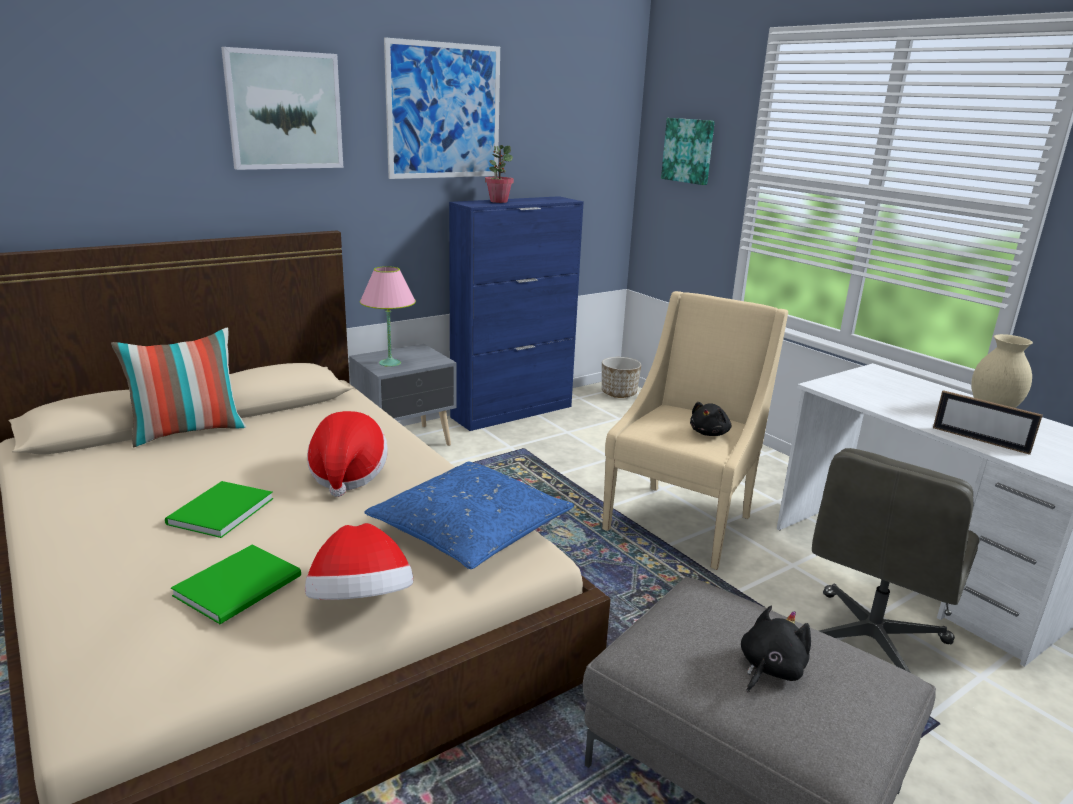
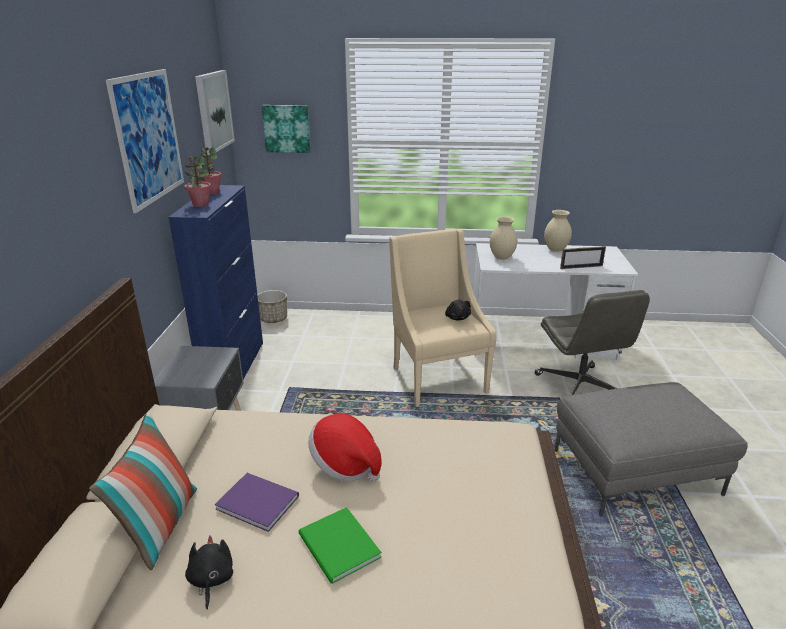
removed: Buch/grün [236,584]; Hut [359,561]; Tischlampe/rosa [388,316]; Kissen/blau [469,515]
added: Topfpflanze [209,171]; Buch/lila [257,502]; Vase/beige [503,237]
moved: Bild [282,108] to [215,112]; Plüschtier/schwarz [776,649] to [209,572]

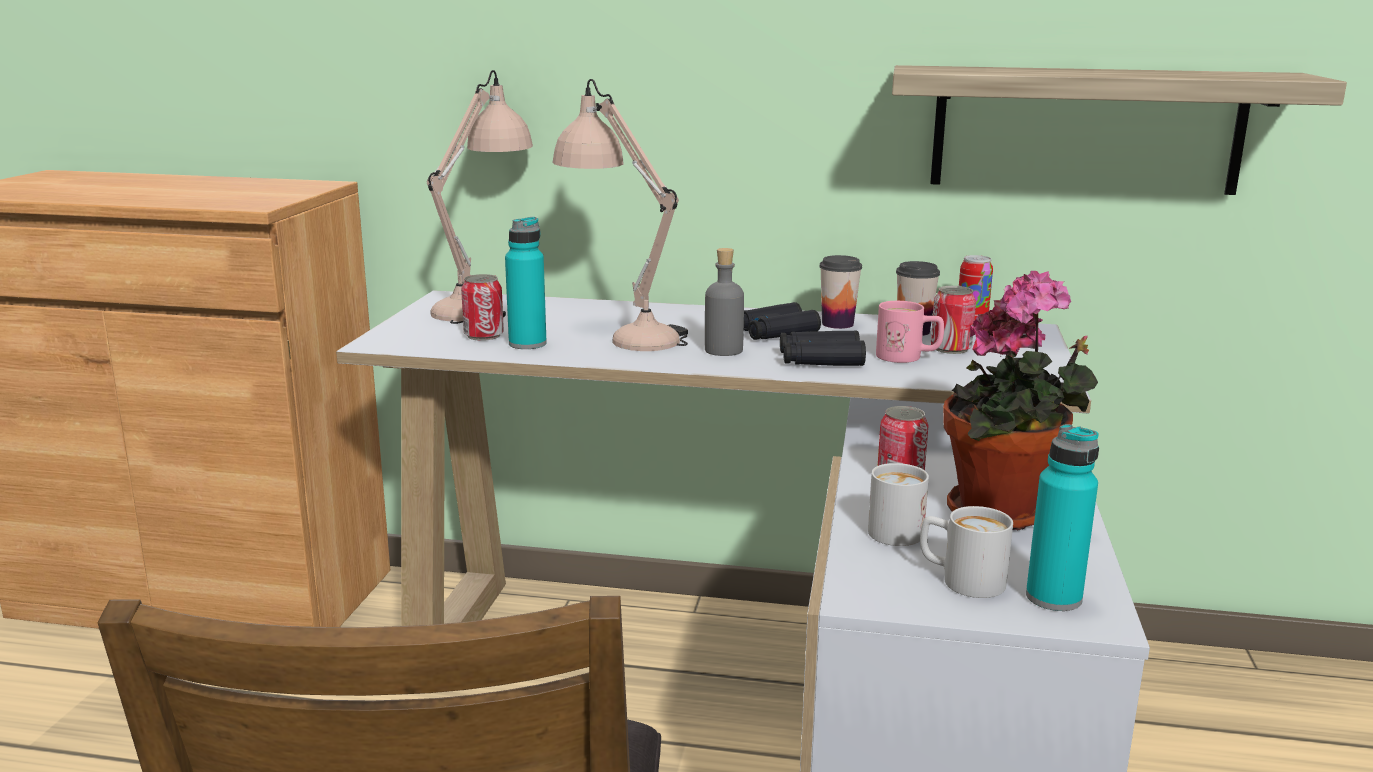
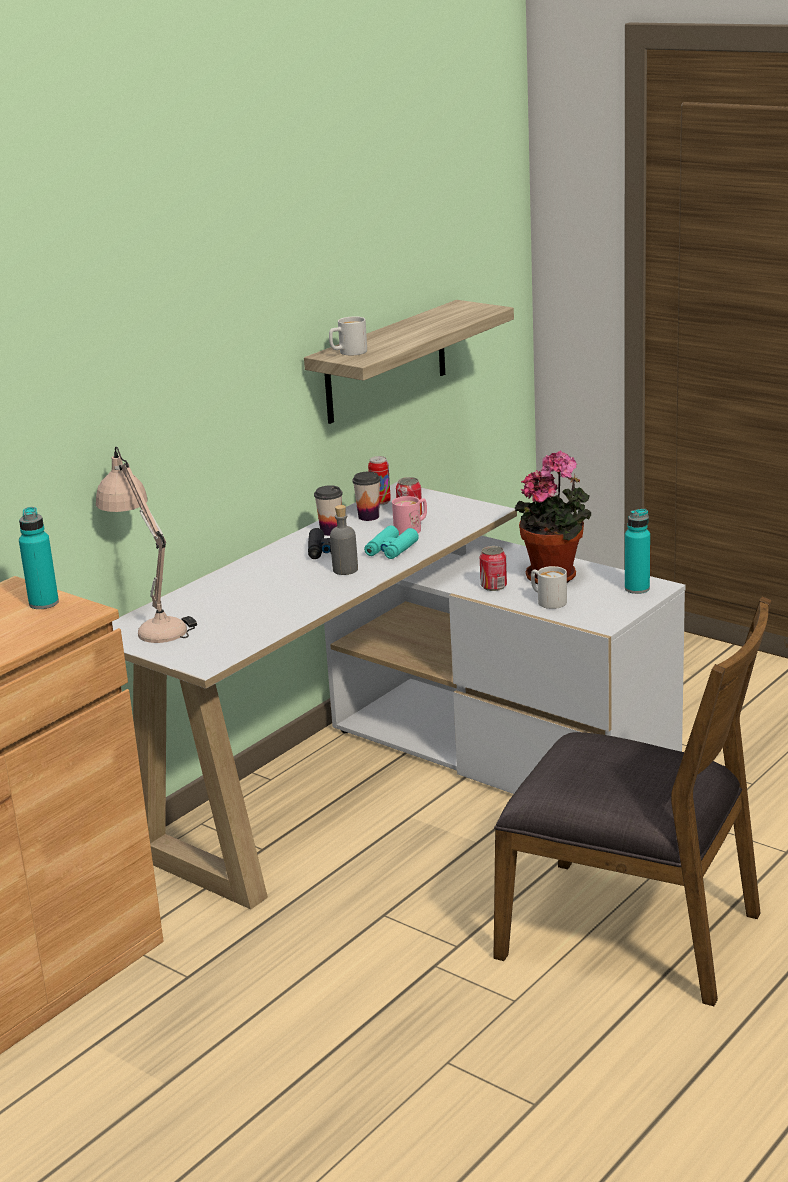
removed: Dose [482,307]; Tischlampe/beige [620,215]
moved: Flasche/türkis [526,283] to [39,558]; Henkelbecher/weiß [966,552] to [348,335]
recoloured: Fernglas/schwarz [823,348] to Fernglas/türkis [391,542]

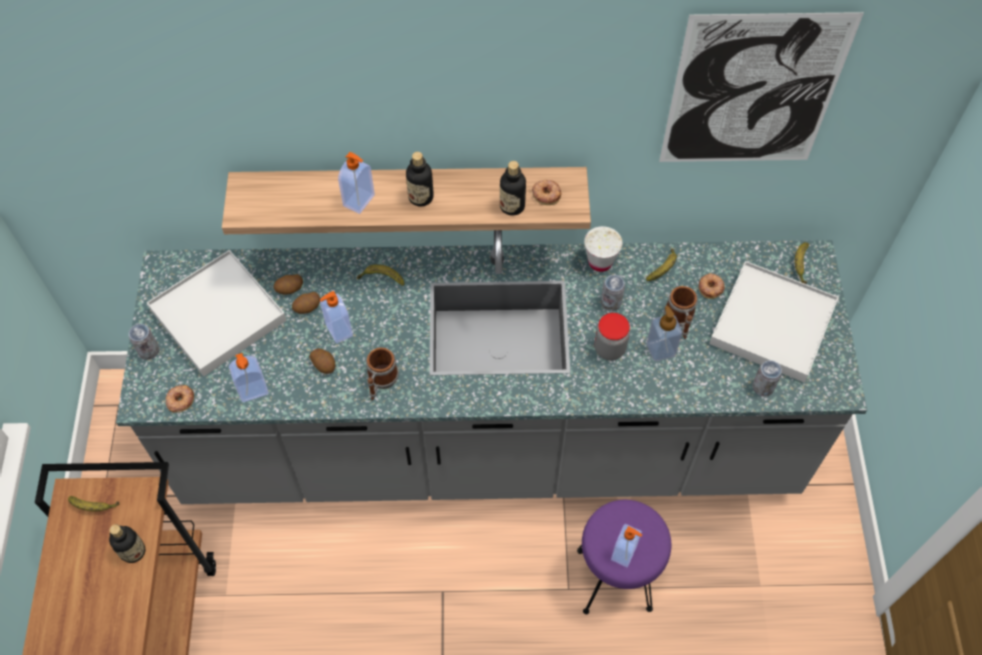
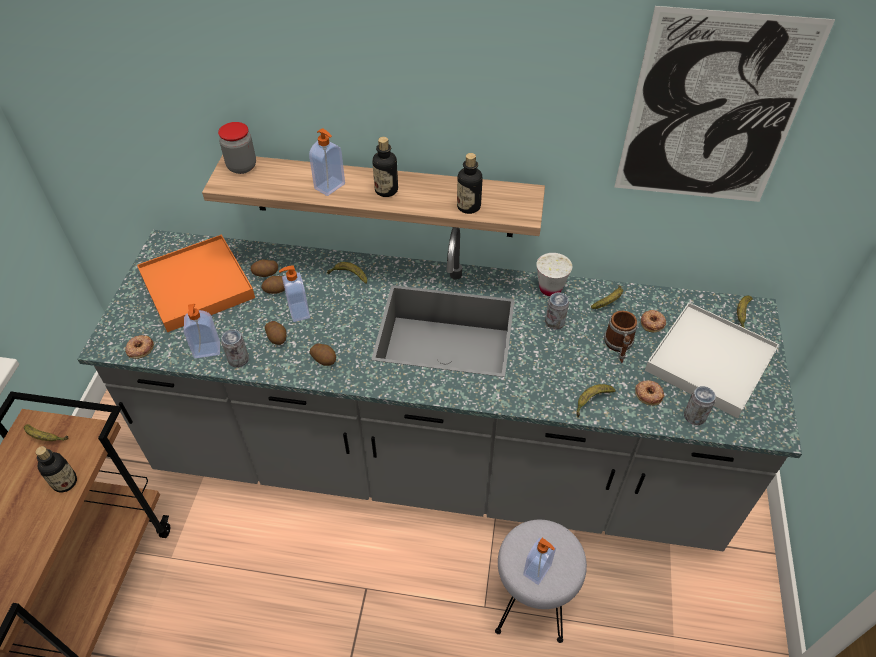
removed: Seifenspender [664,333]
added: Banane [595,400]
moved: Dose [144,342] to [235,348]; Donut [547,192] to [649,392]; Vorratsglas [612,336] to [237,148]
replaced: Henkelbecher [382,373] to Kartoffel [323,354]
recoloured: Tablett/weiß [216,313] to Tablett/orange [196,283]; Hocker/lila [624,557] to Hocker/grau [541,581]

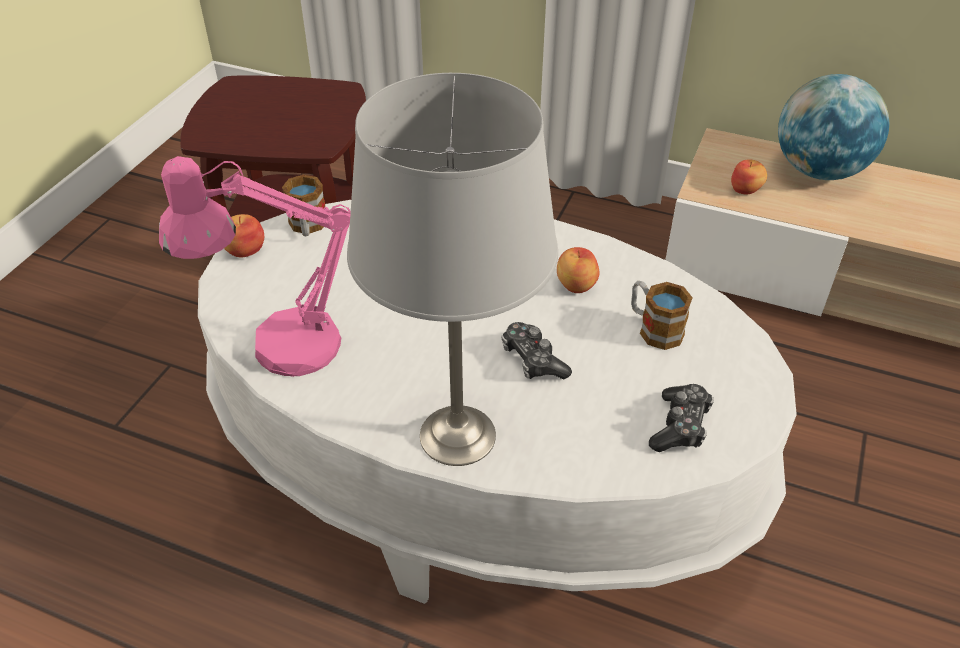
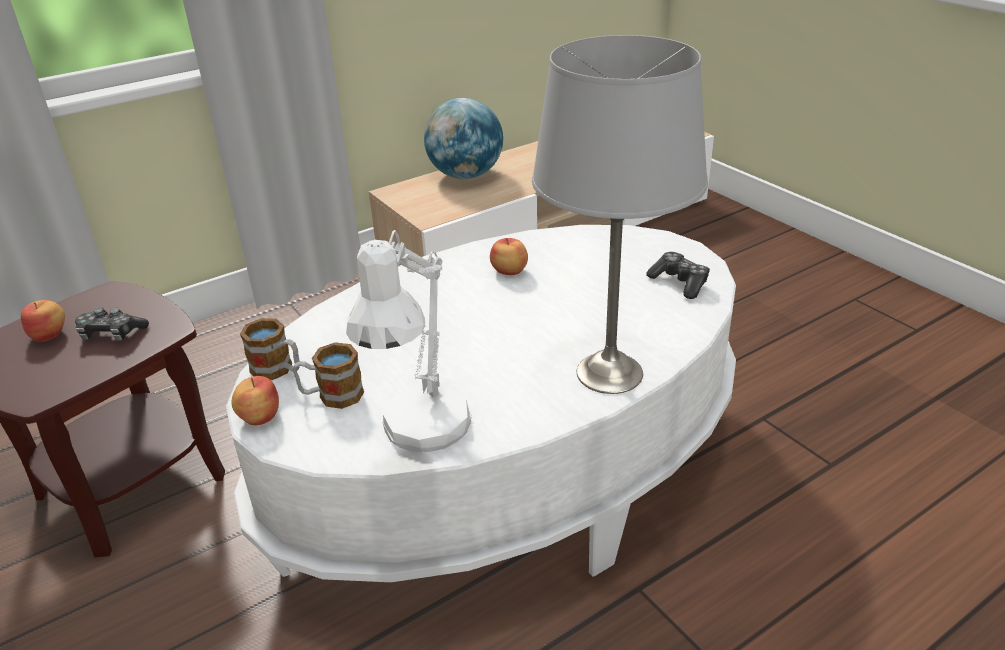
moved: Gamepad [537,350] to [112,324]; Henkelbecher [662,315] to [328,375]; Apfel [749,177] to [43,321]
recoloured: Tischlampe/rosa [255,266] to Tischlampe/weiß [409,341]

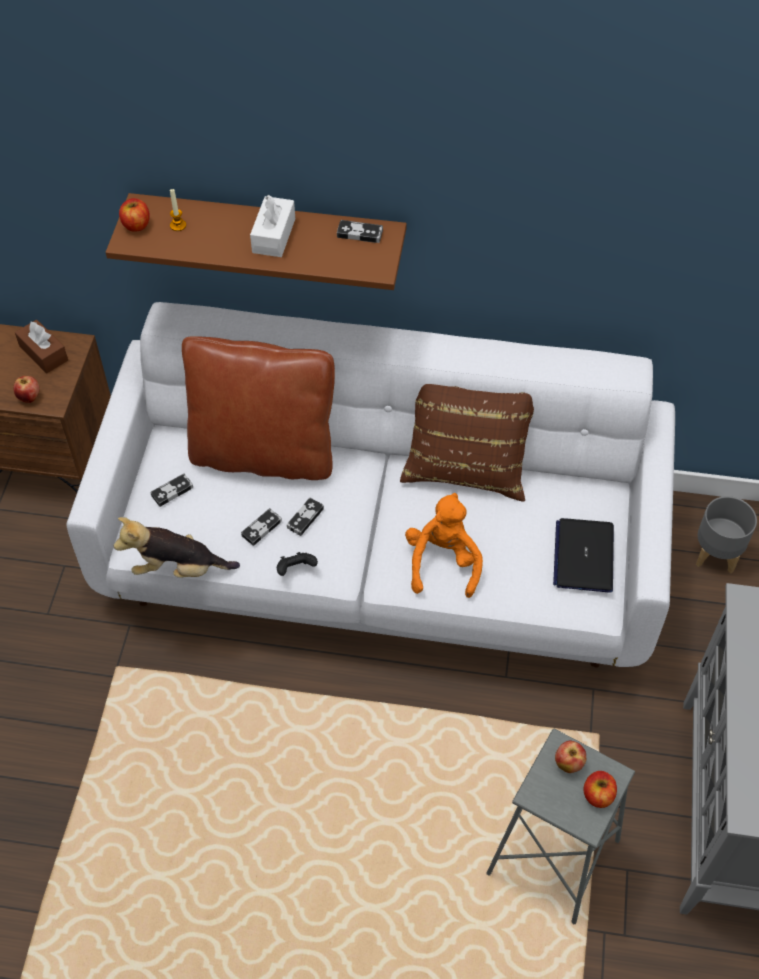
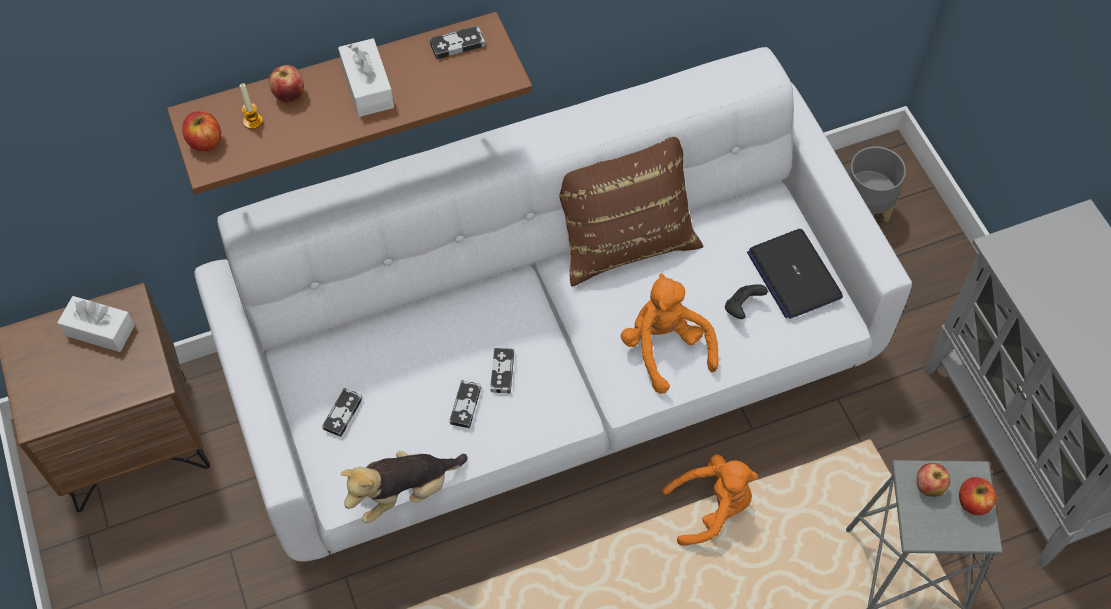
removed: Kissen/braun [258,408]
added: Plüschtier/orange [710,499]
moved: Apfel [26,389] to [286,84]; Gamepad/schwarz [297,564] to [746,301]
recoloured: Taschentuchbox/braun [41,346] to Taschentuchbox/weiß [96,324]

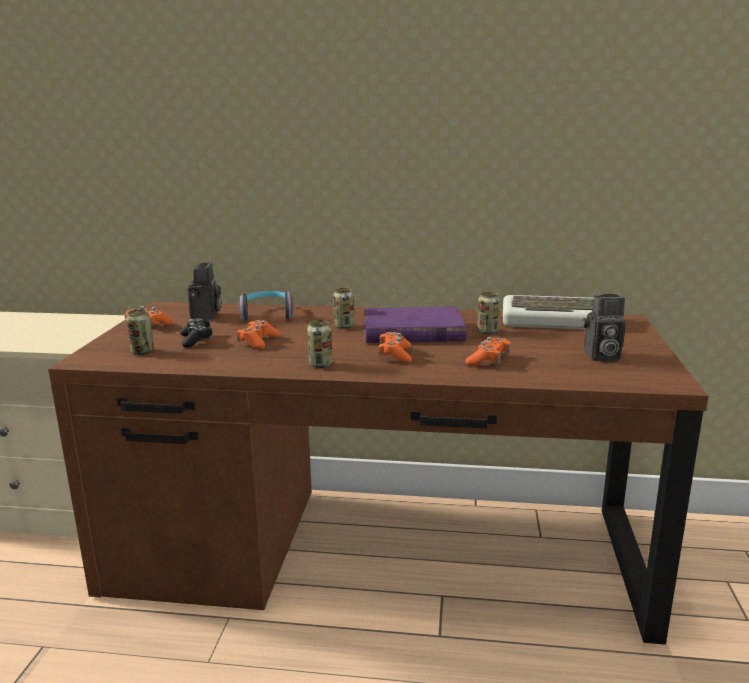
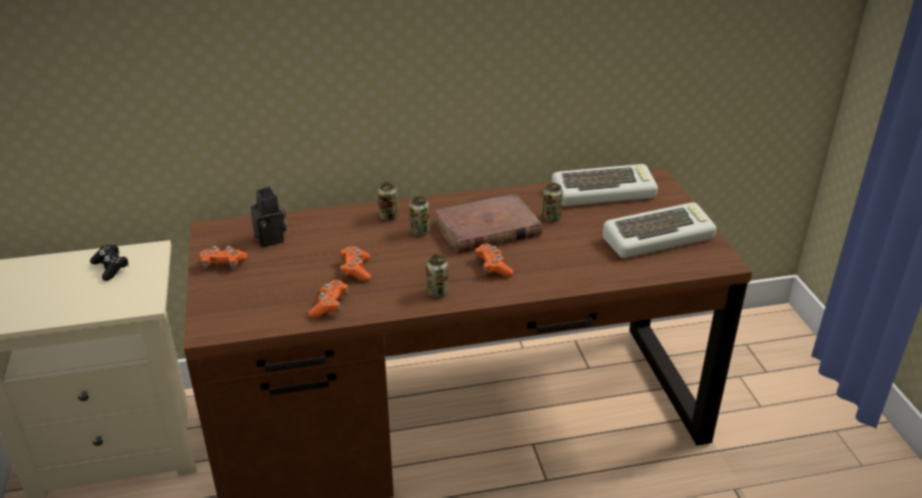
removed: Kopfhörer [266,306]
moved: Dose [140,332] to [388,201]; Gamepad/schwarz [196,333] to [109,263]; Gamepad/orange [489,351] to [328,298]
replaced: Kamera [604,327] to Tastatur [660,230]
recoloured: Buch/lila [414,324] to Buch/braun [487,223]

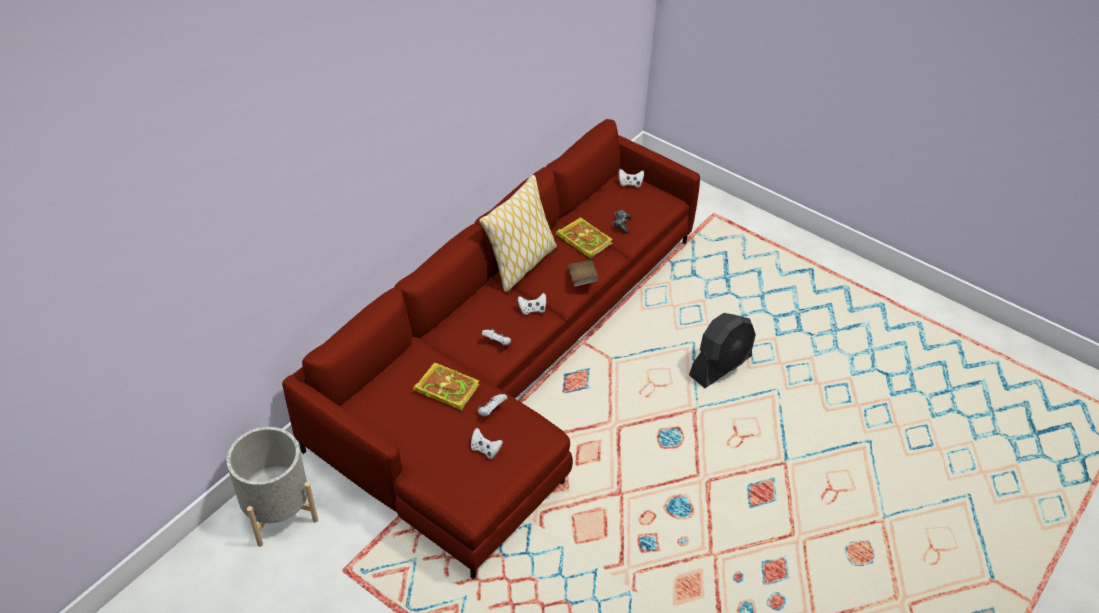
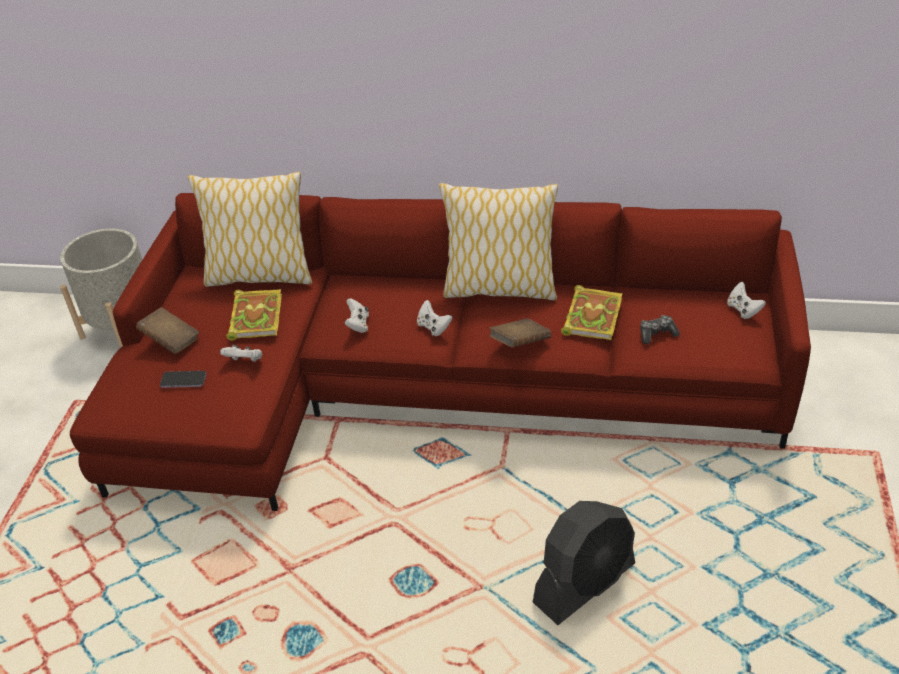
added: Buch/braun [167,330]; Kissen [250,229]
replaced: Gamepad/weiß [487,443] to Handy [183,379]
turned: Ventilator/schwarz [722,350] = [584,563] 60 degrees counterclockwise

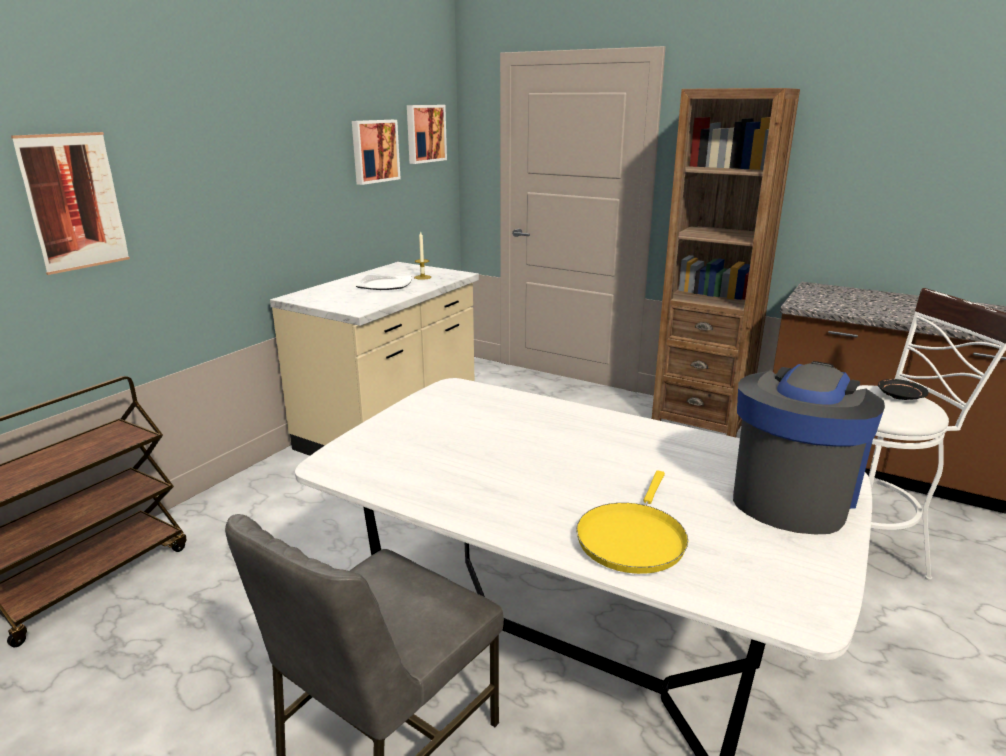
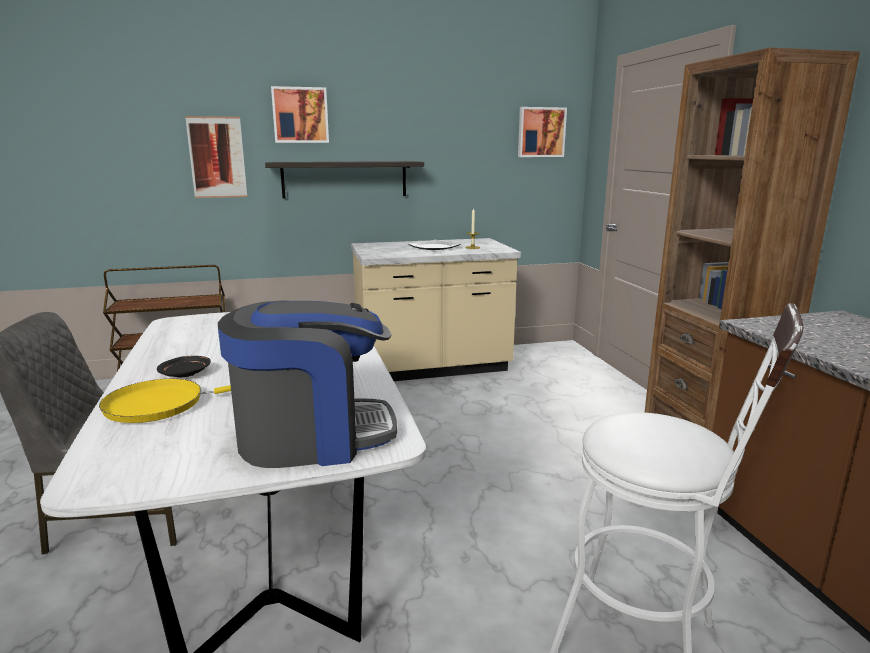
added: Wandregal [344,180]
moved: Bild [376,152] to [300,114]; Teller/schwarz [903,389] to [184,366]

